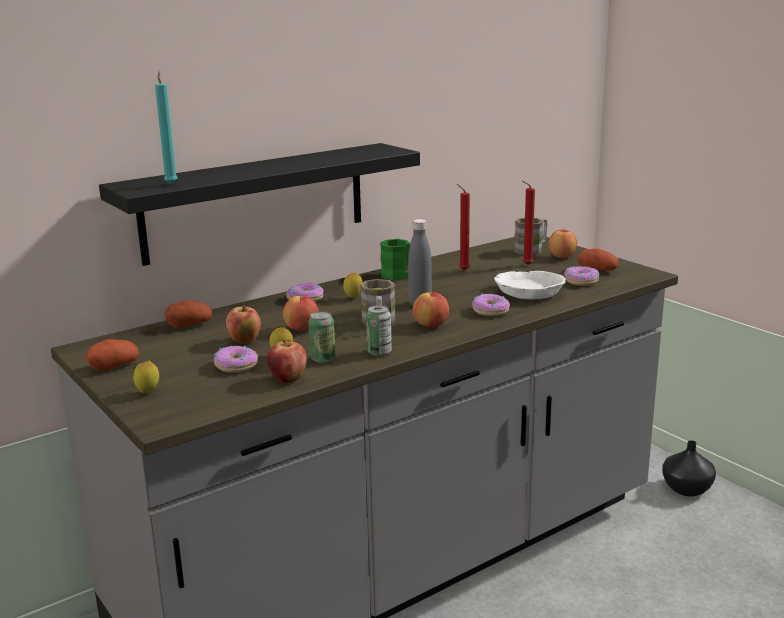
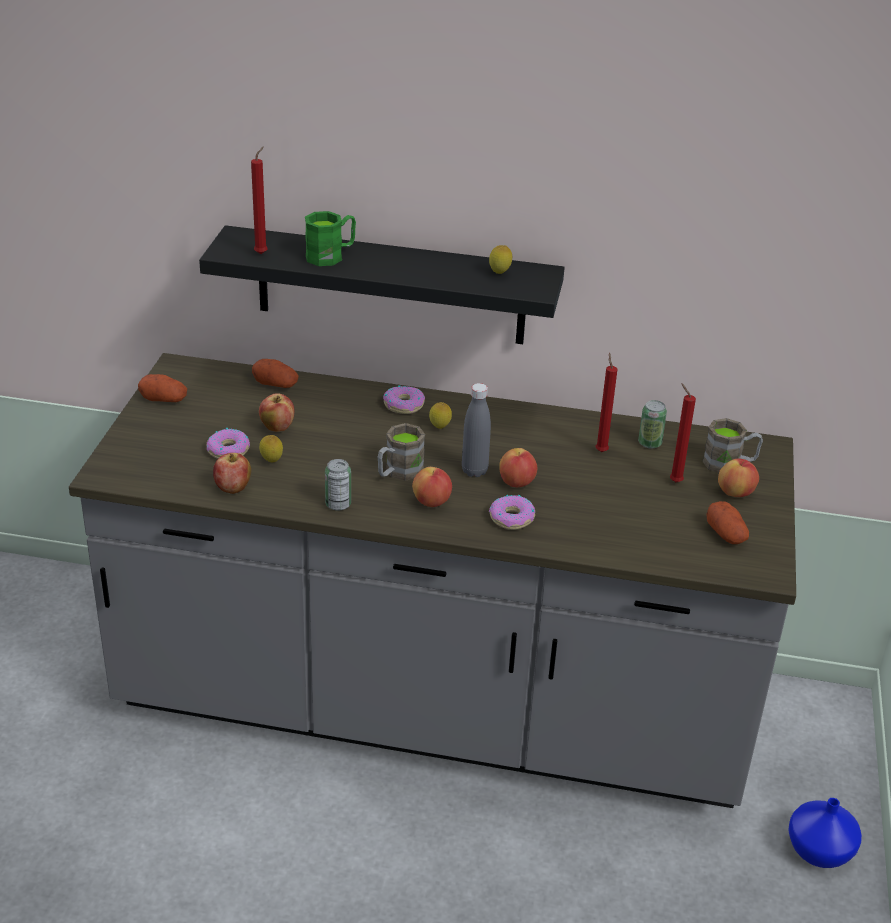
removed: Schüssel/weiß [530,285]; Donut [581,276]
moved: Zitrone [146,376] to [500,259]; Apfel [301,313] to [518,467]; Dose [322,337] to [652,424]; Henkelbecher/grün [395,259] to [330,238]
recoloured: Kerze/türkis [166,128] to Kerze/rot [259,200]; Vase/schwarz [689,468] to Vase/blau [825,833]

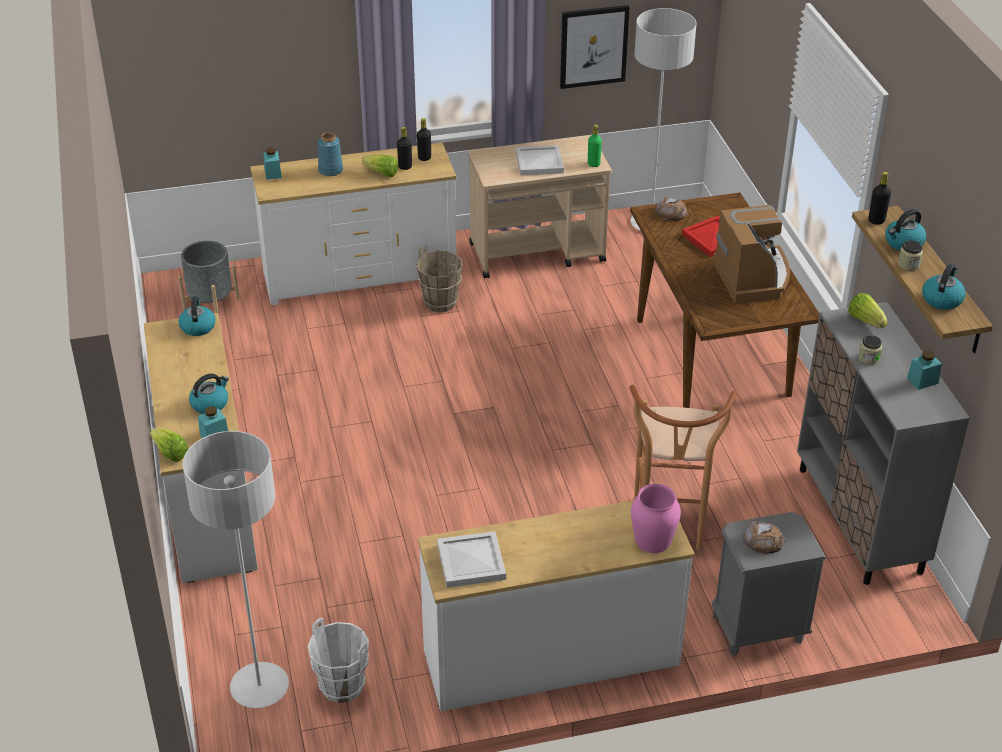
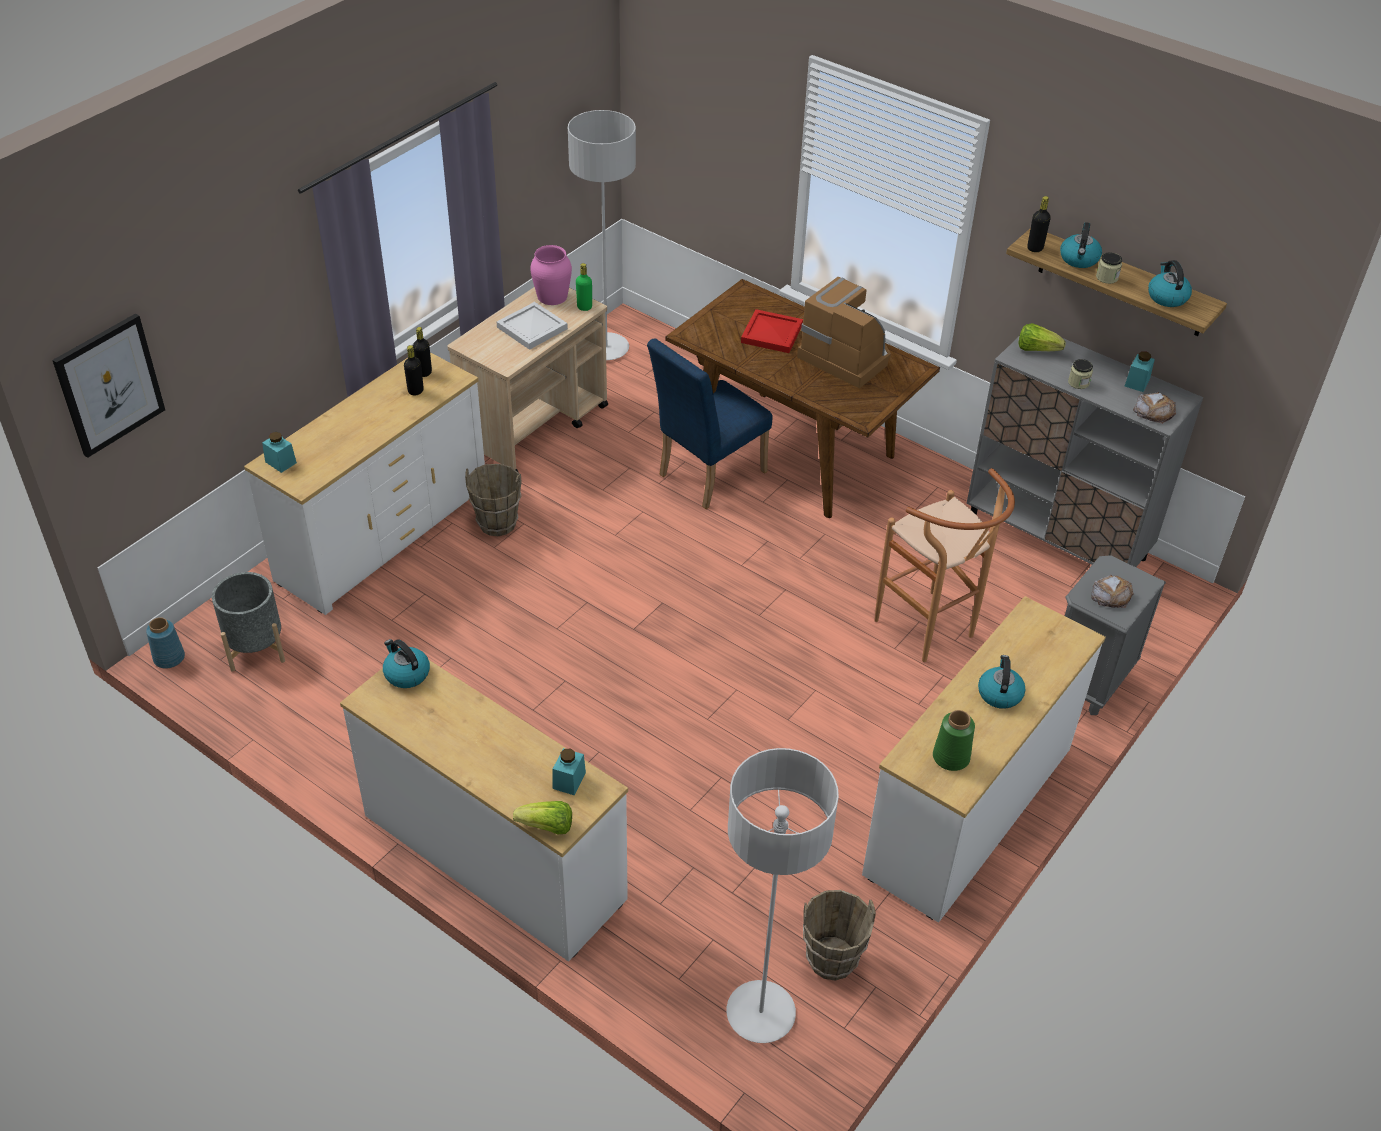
removed: Salatkopf [380,166]
added: Stuhl/blau [710,423]
moved: Wasserkessel [209,393] to [1002,682]; Vase/blau [330,154] to [165,642]; Bild [595,47] to [108,385]; Vase/rosa [656,518] to [551,275]; Brot [671,208] to [1154,408]
replaced: Tablett/weiß [471,559] to Vase/grün [954,740]
recoloured: Eimer/weiß [338,660] to Eimer/braun [839,935]

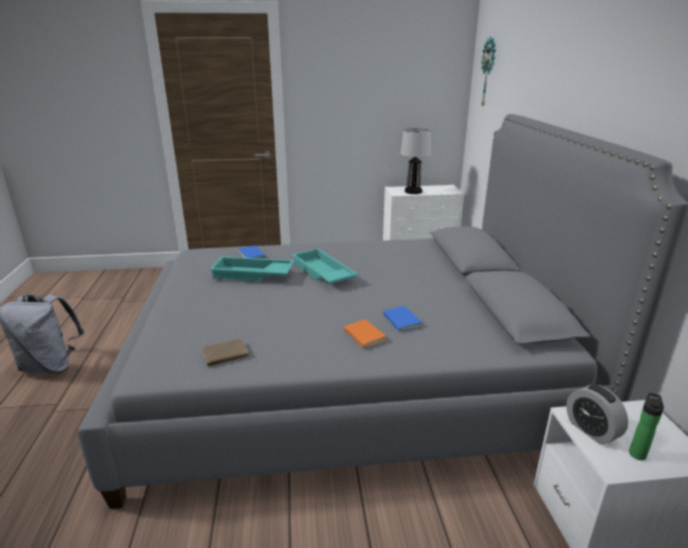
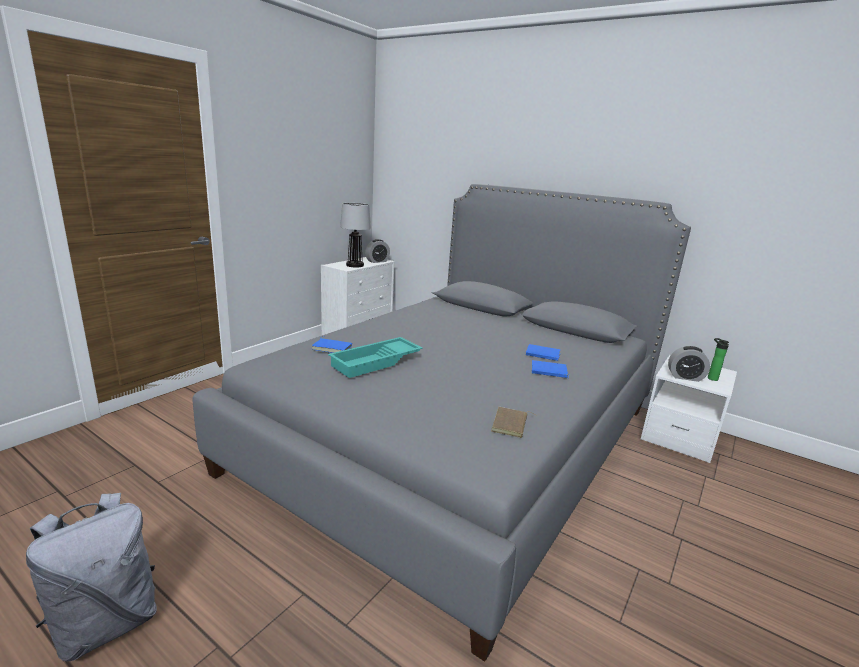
removed: Tablett/türkis [325,266]; Wanduhr [488,72]
added: Wecker [377,251]
recoloured: Buch/orange [365,334] to Buch/blau [551,369]

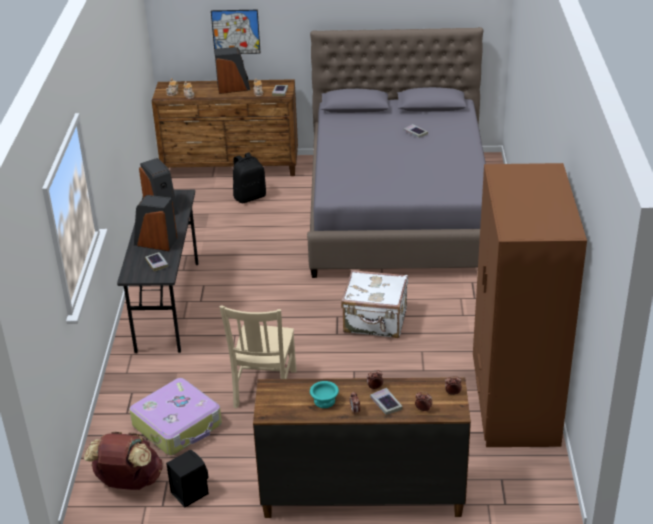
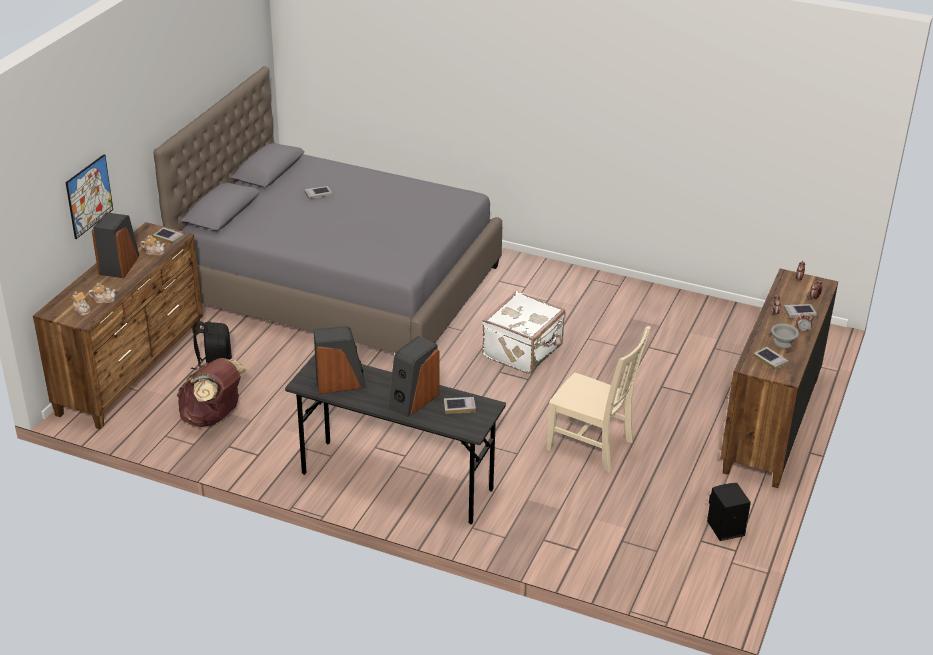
removed: Koffer [176,416]; Kleiderschrank/braun [530,305]
added: Buch [770,359]
moved: Rucksack/braun [123,460] to [212,392]
recoloured: Schüssel/türkis [324,394] to Schüssel/grau [785,335]

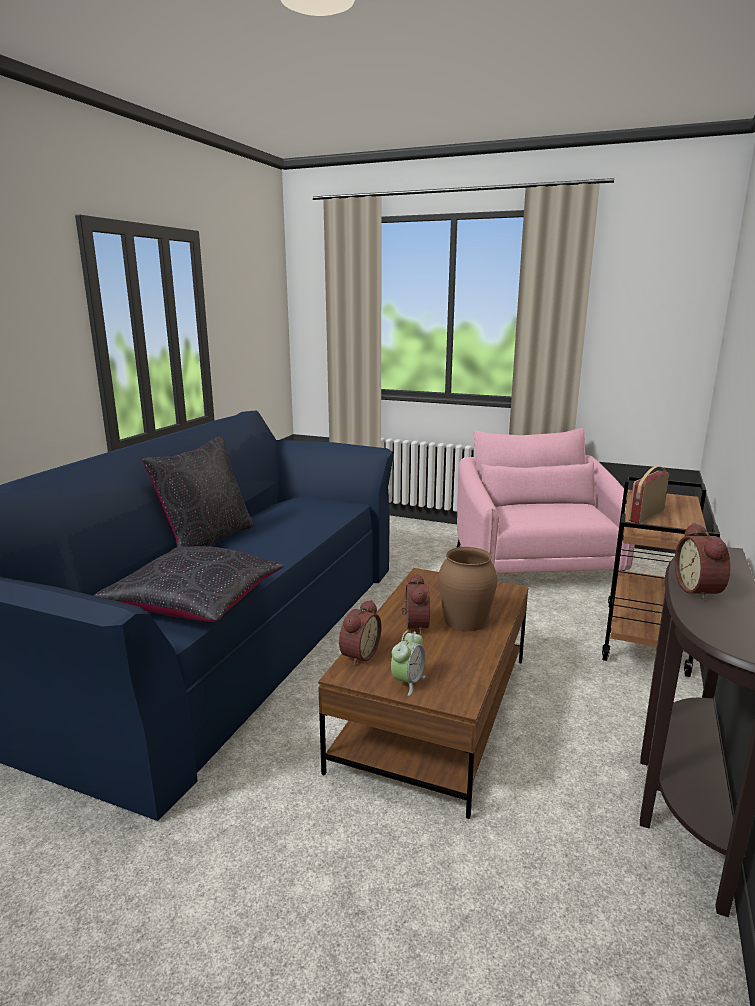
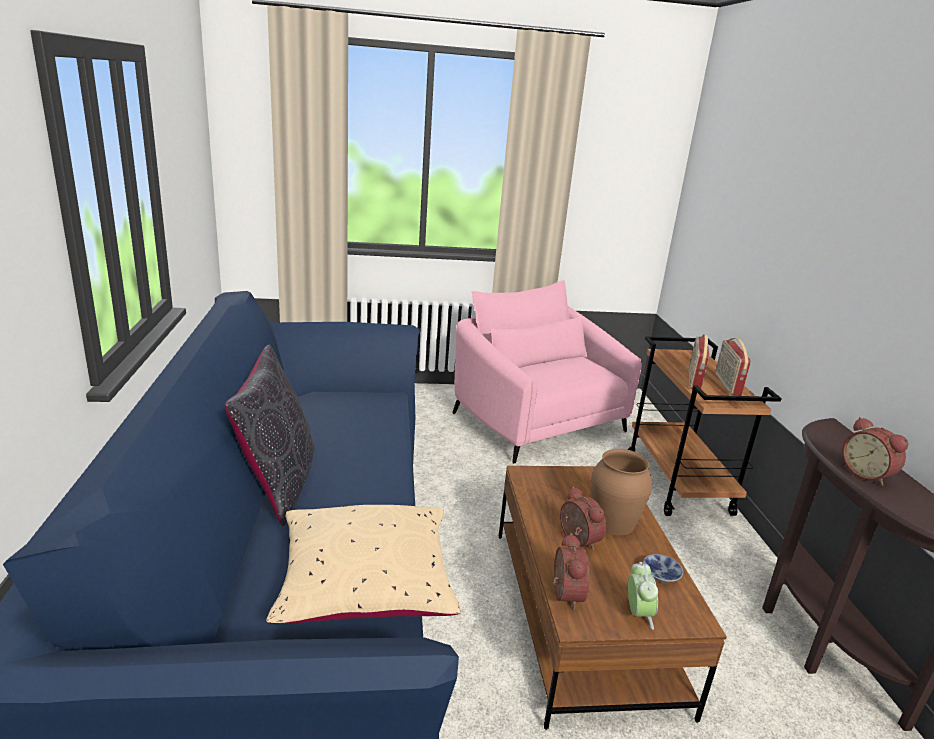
added: Schüssel [663,568]; Radio [733,367]
recoloured: Kissen/schwarz [189,584] to Kissen/beige [363,564]

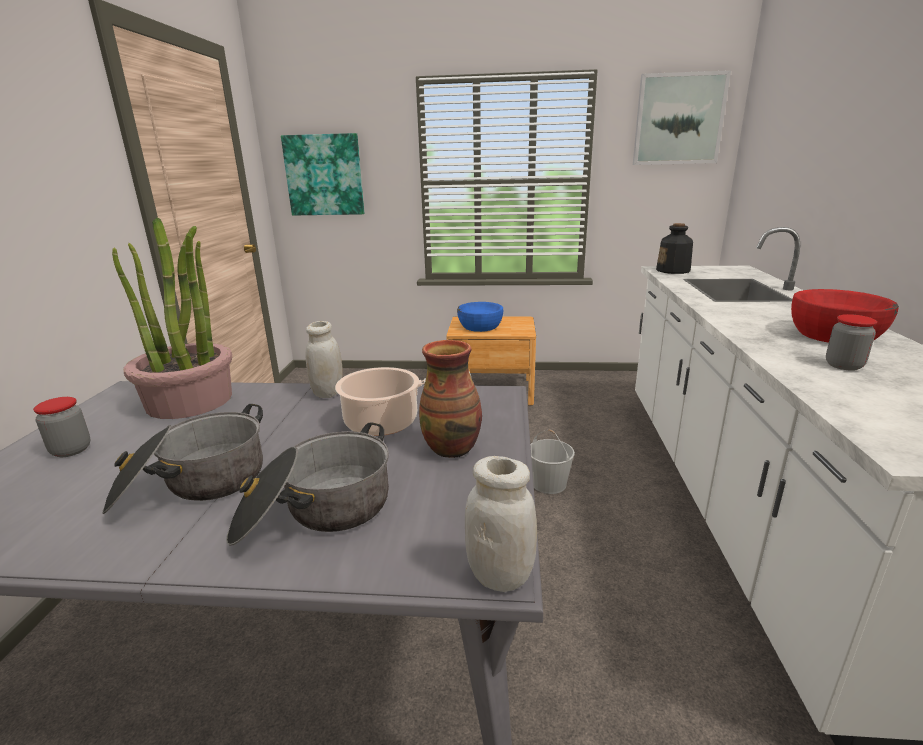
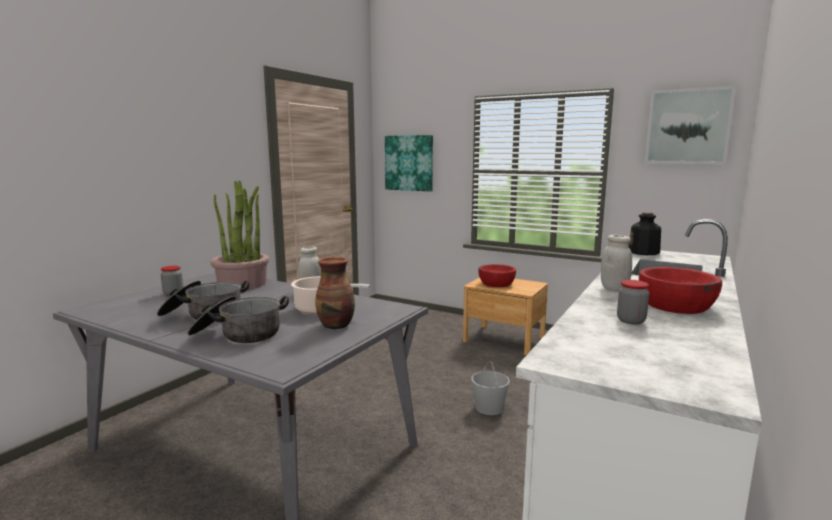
moved: Vorratsglas/weiß [501,524] to [616,263]
recoloured: Schüssel/blau [480,317] to Schüssel/rot [497,275]

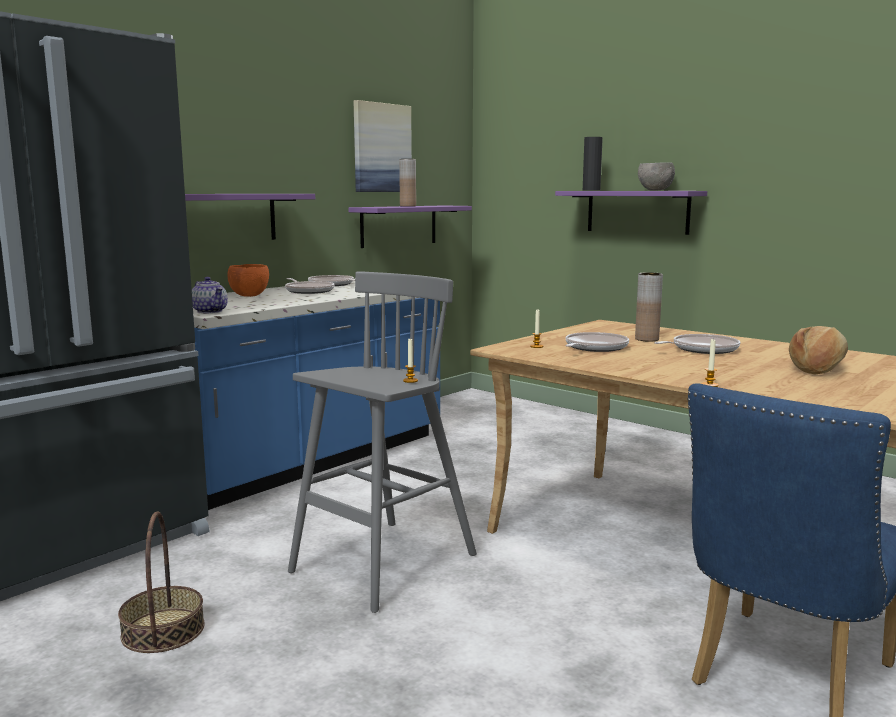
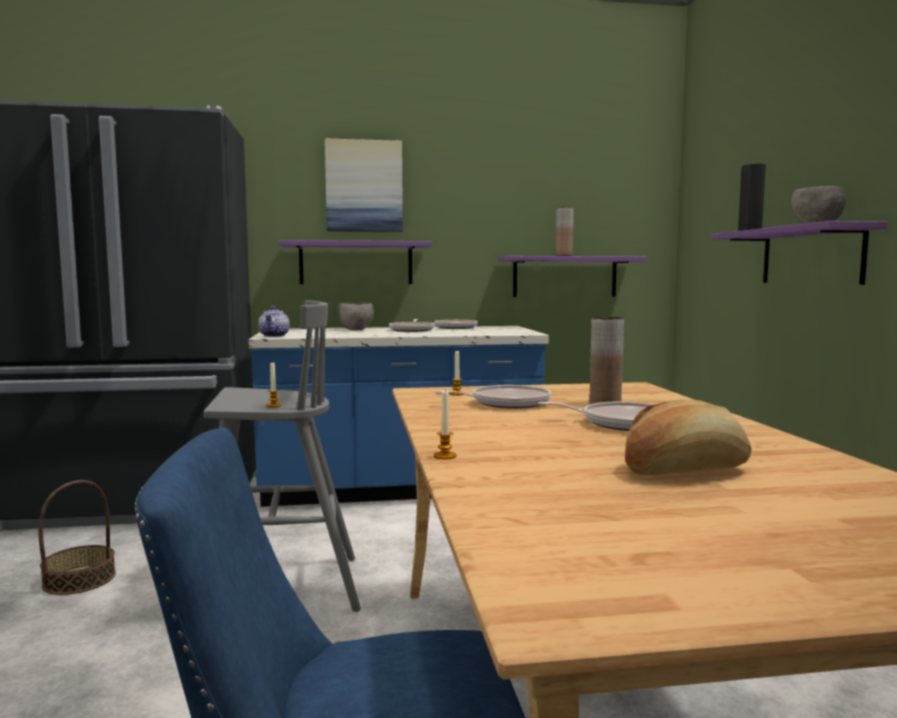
moved: Bild [383,146] to [364,185]
recoloured: Schüssel/orange [248,280] to Schüssel/grau [355,316]

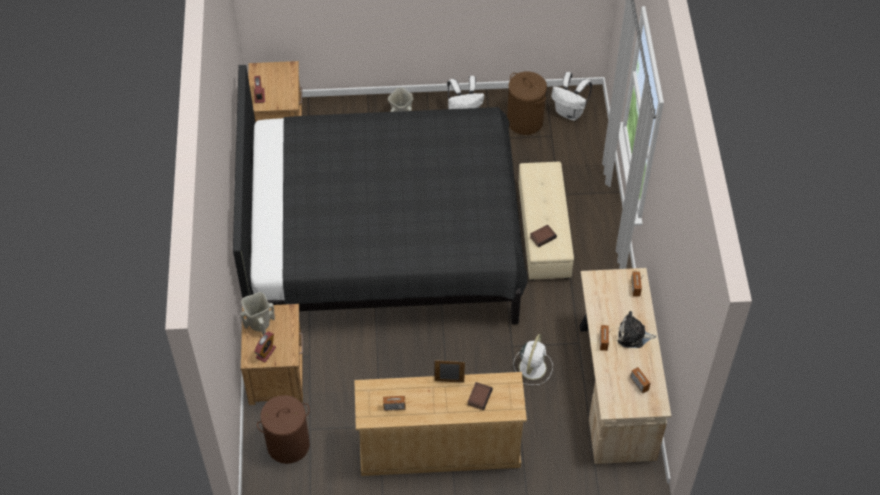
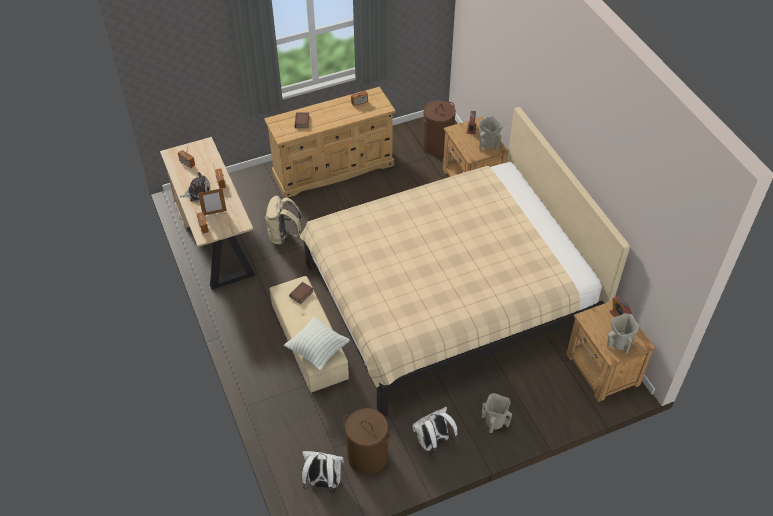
added: Kissen [317,343]; Vase/beige [623,333]
moved: Bilderrahmen [450,371] to [212,202]
replaced: Ventilator/weiß [533,359] to Rucksack/beige [283,220]
recoloured: Bett/schwarz [380,195] to Bett/beige [465,261]

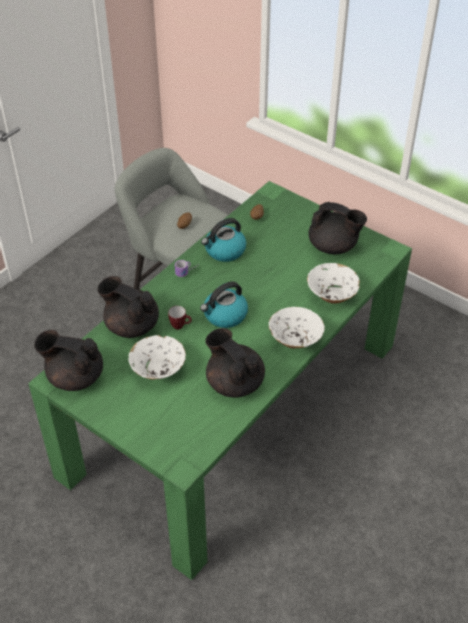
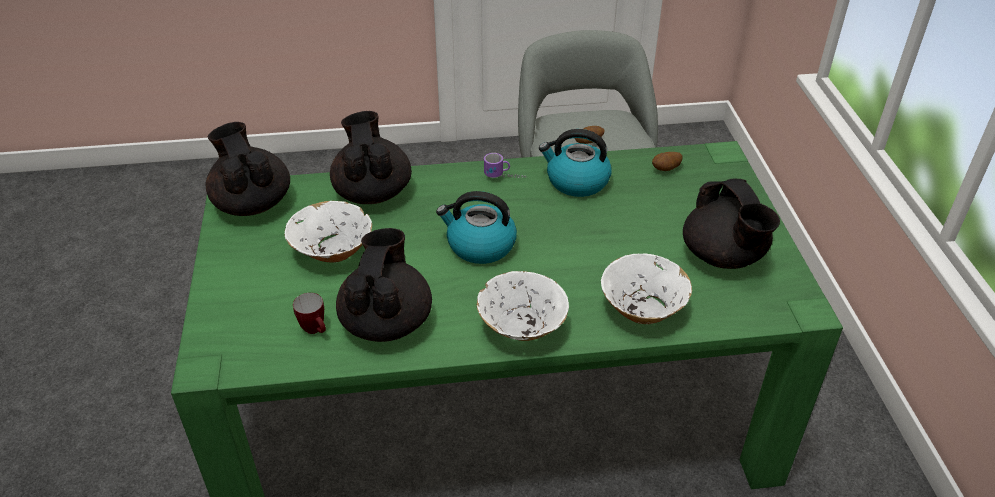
moved: Henkelbecher [180,318] to [309,313]

